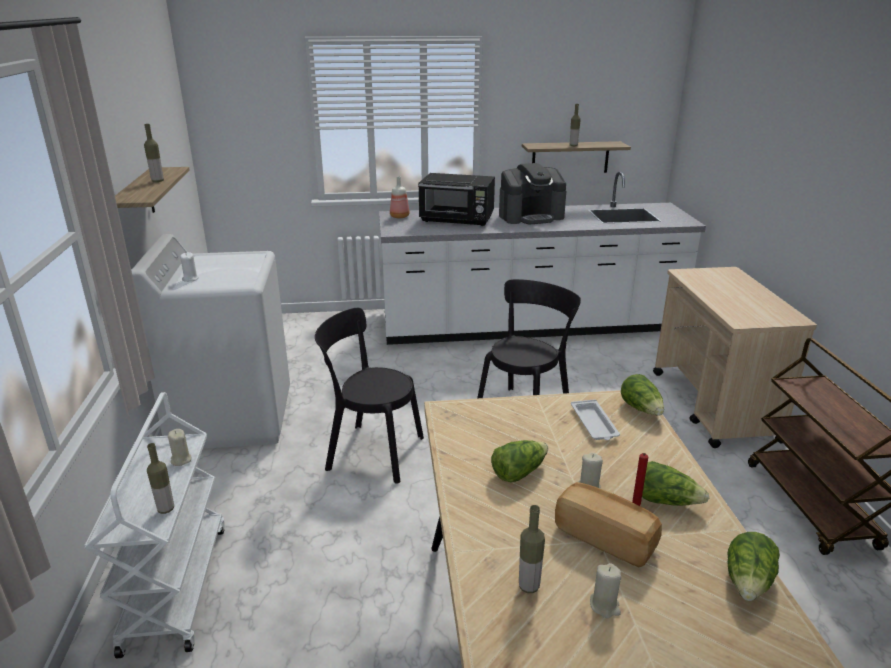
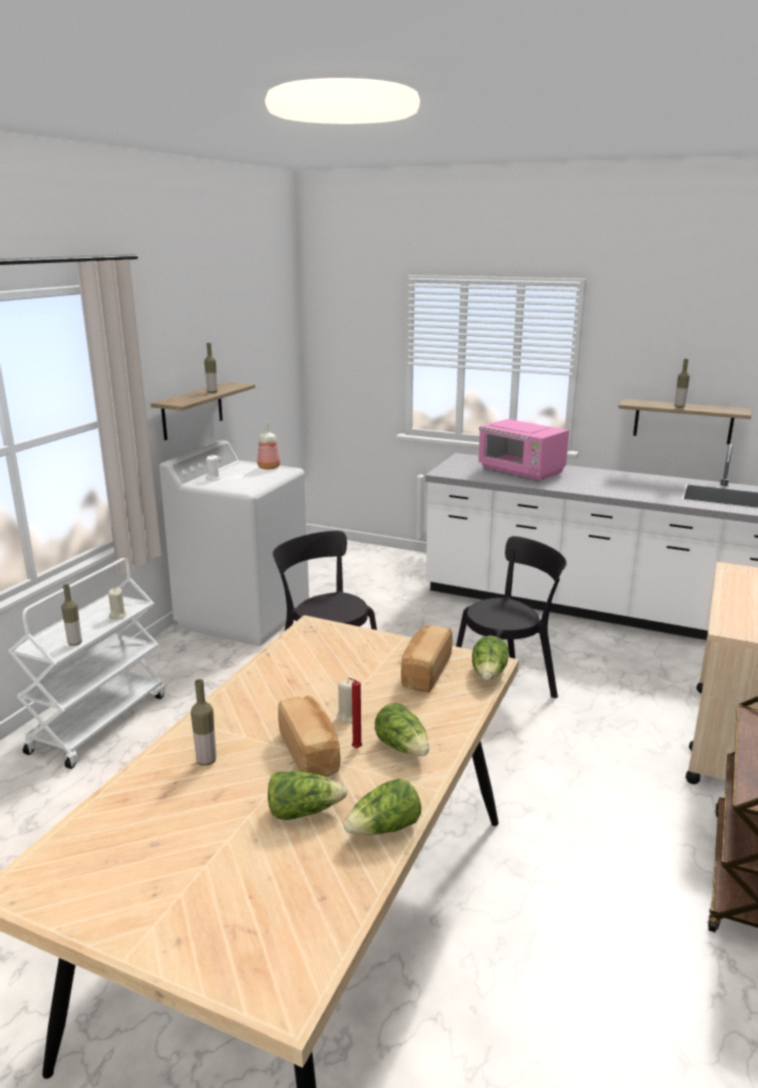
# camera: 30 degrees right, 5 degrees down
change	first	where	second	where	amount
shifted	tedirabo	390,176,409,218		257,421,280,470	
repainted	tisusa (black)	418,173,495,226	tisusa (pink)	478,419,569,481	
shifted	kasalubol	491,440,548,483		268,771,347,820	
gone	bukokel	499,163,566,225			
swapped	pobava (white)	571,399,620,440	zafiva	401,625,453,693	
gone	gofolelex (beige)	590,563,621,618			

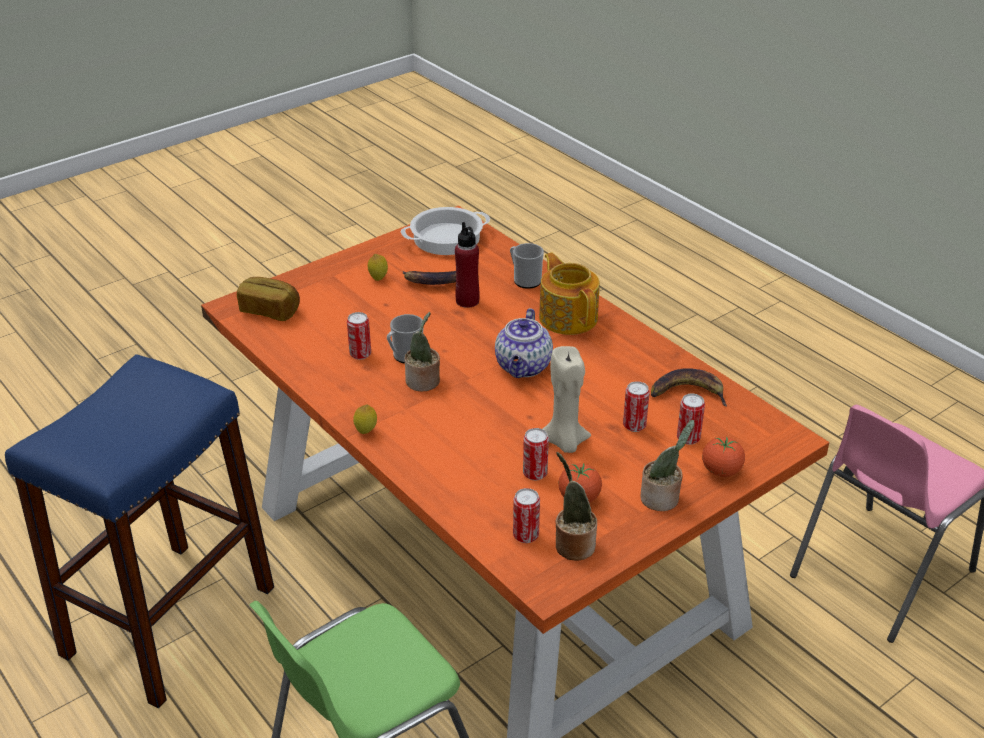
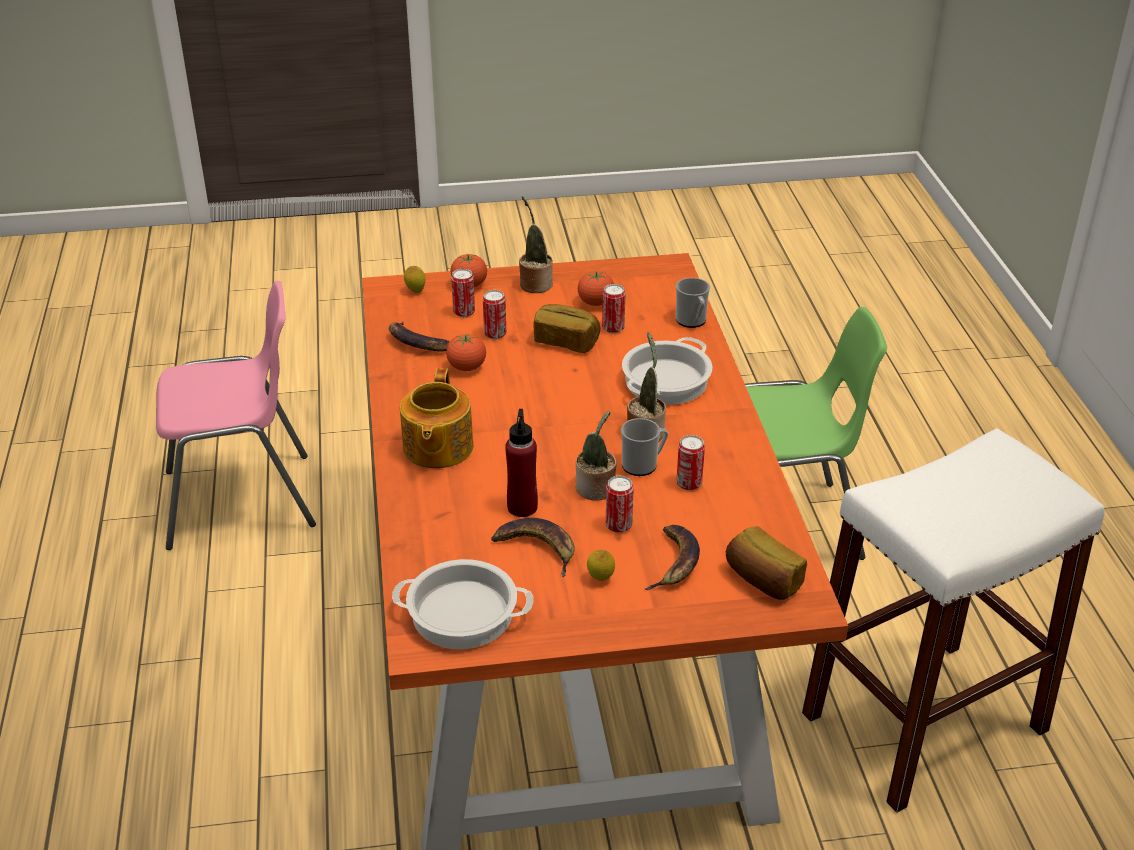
# camera: 150 degrees left, 0 degrees up
change	first	where	second	where	amount
repainted	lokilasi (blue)	5,354,274,709	lokilasi (white)	802,428,1105,813	
shifted	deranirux	353,404,377,434		404,266,426,293	
gone	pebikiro	495,308,553,378			
shifted	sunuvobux	510,243,544,289		676,278,710,328	
shifted	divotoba	513,488,540,543		606,476,634,533	
swapped	gofolelex (beige)	543,346,591,453	zafiva	533,304,600,353	
shifted	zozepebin	556,452,597,561		576,411,617,500	
new			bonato	446,334,486,371	
new			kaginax	622,337,712,405	
new			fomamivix	645,525,700,590	

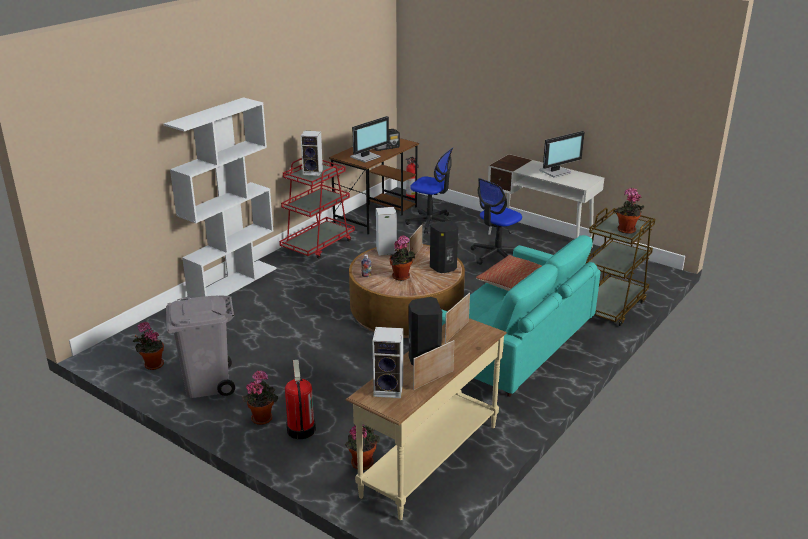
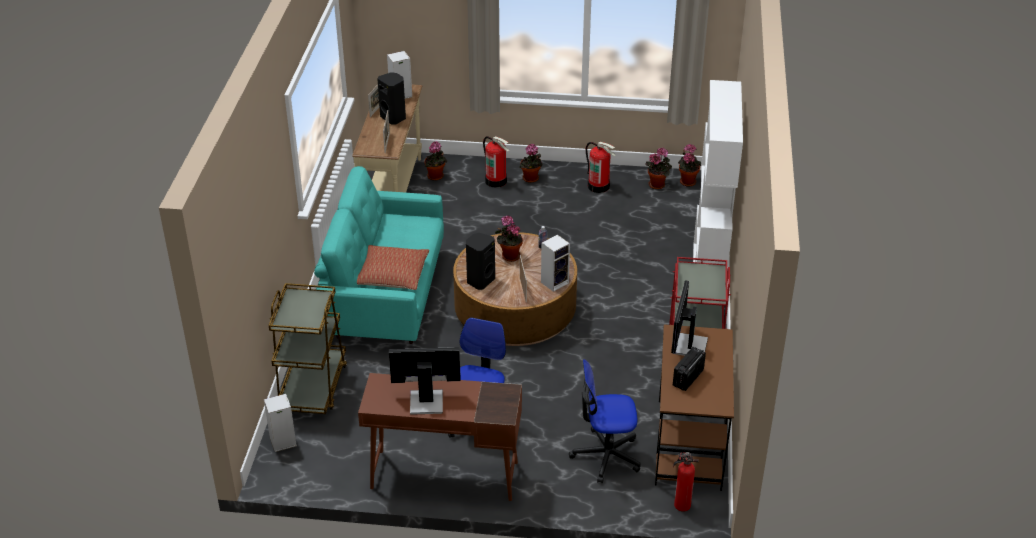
# camera: 150 degrees right, 10 degrees up
change	first	where	second	where	amount
swapped	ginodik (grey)	166,295,235,398	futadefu	586,142,616,193	
shifted	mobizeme	301,130,323,176		264,394,297,452	
repainted	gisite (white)	488,154,604,248	gisite (brown)	358,373,522,501	
rotated	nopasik	539,131,585,178		389,347,461,415	60 degrees clockwise
shifted	zozepebin	614,188,644,234		678,144,701,187	

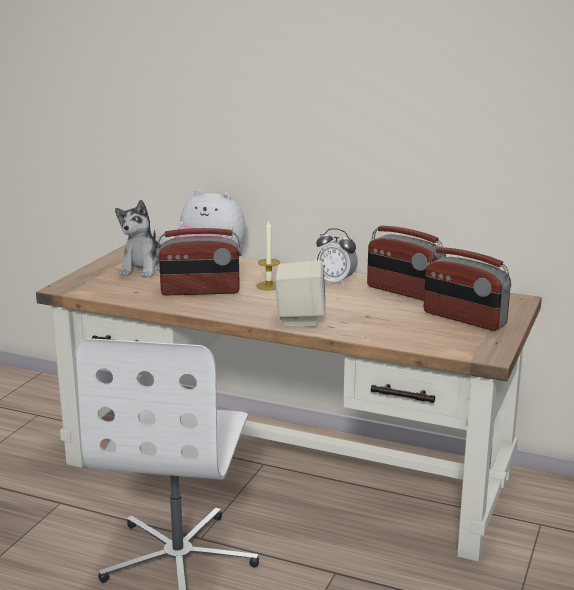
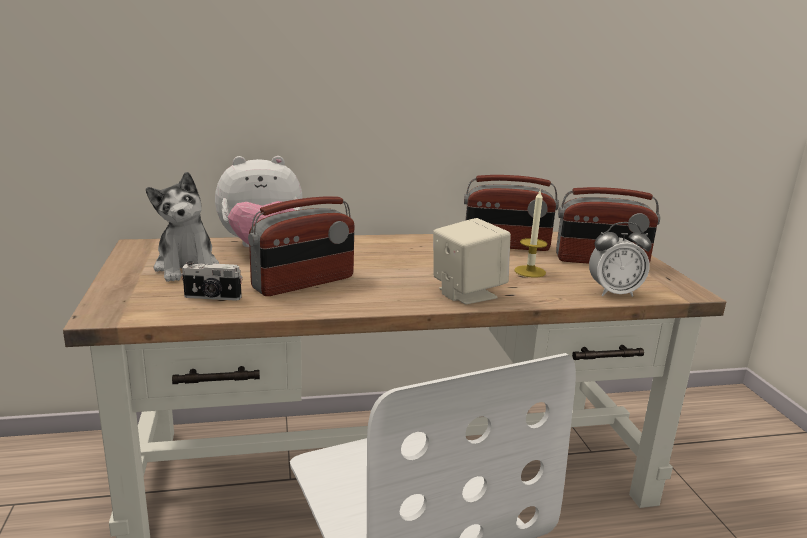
# camera: 35 degrees left, 0 degrees up
change	first	where	second	where	amount
shifted	gofolelex	256,220,280,291		514,191,547,278	
shifted	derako	315,228,358,286		589,222,652,297	
new			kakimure	181,261,242,301	

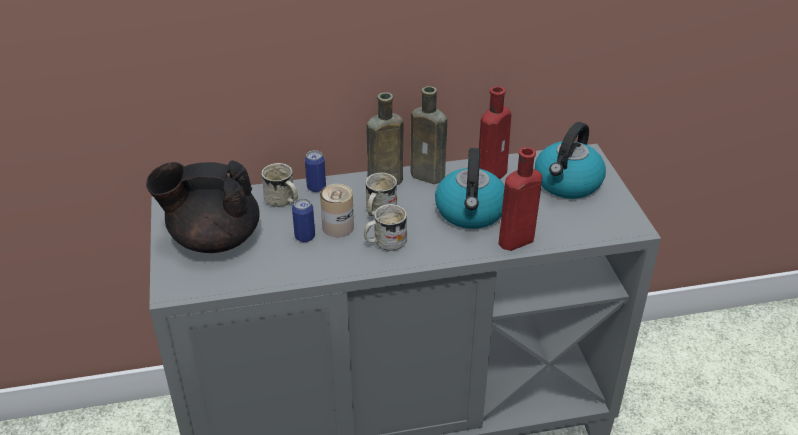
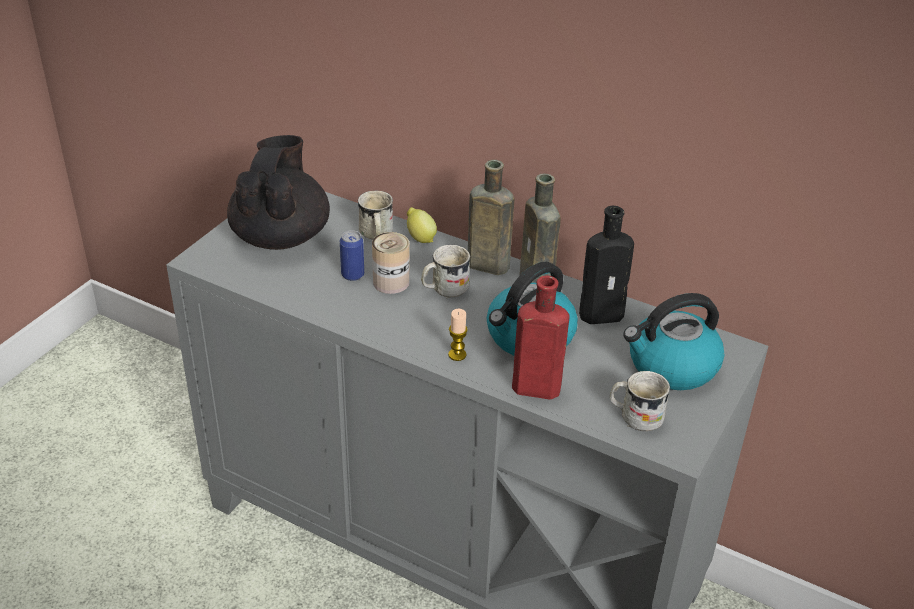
# camera: 40 degrees right, 0 degrees up
change	first	where	second	where	amount
rotated	pebikiro (black)	146,160,260,253		227,135,330,250	60 degrees clockwise
swapped	divotoba	305,150,326,192	deranirux	407,207,437,243	
shifted	sunuvobux (white)	364,204,407,252		610,371,670,431	
repainted	tedirabo (red)	479,86,511,179	tedirabo (black)	579,206,634,324	
new			gofolelex	448,308,468,361	

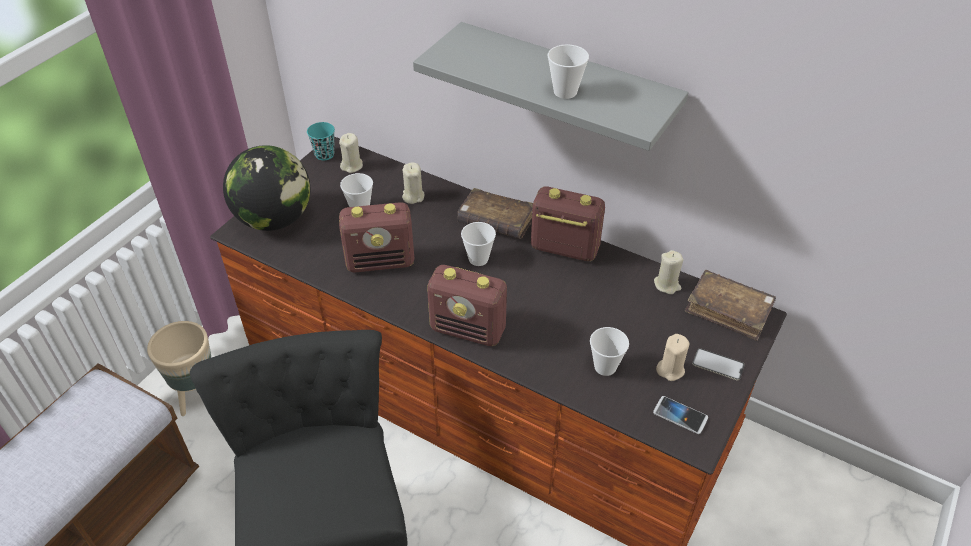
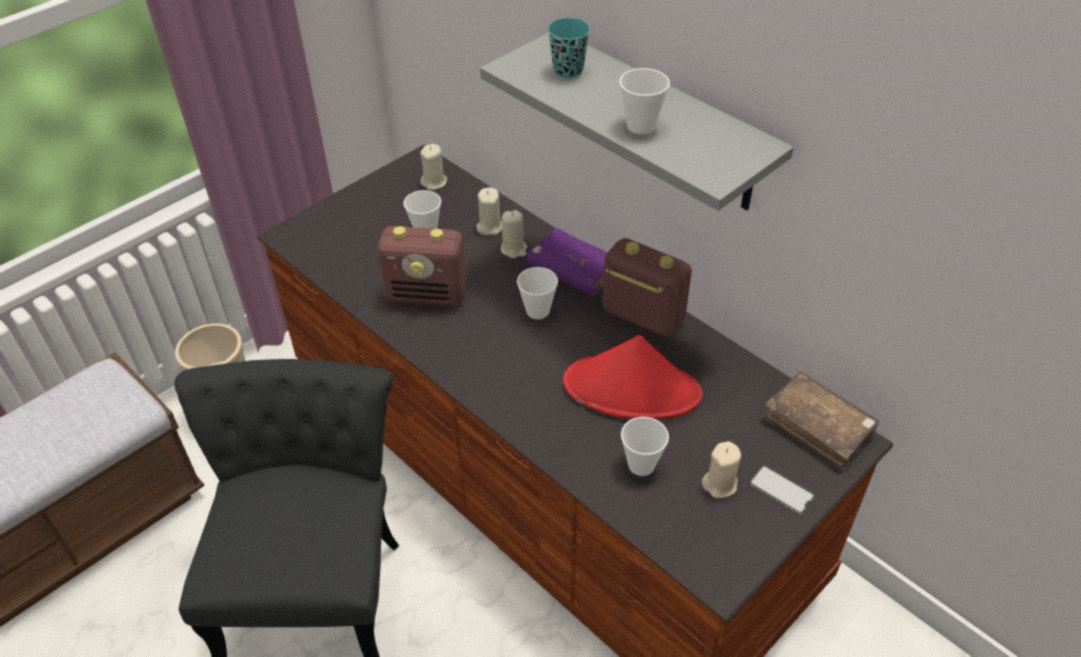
# camera: 15 degrees right, 0 degrees up
change	first	where	second	where	amount
gone	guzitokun	223,145,310,231			
shifted	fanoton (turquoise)	307,122,335,160		548,18,590,78	
gone	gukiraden	427,265,507,346			
repainted	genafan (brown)	457,188,533,239	genafan (purple)	527,228,607,296	
gone	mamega	653,396,708,434			
shifted	gofolelex (beige)	654,250,684,294		501,210,527,259	
new			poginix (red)	563,335,703,420	

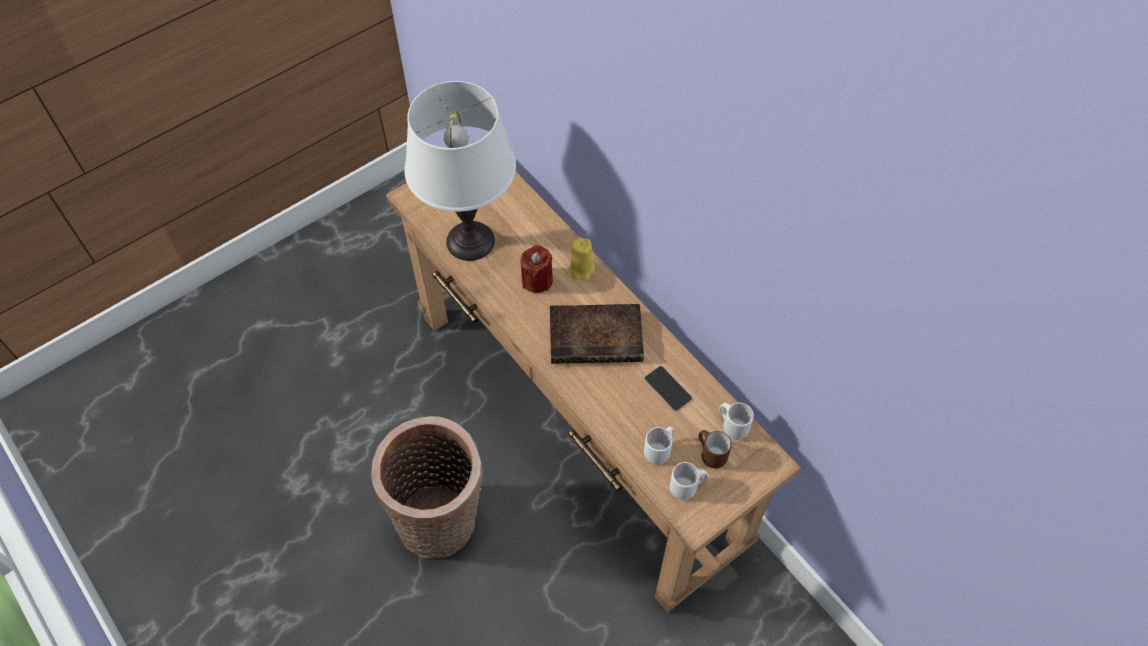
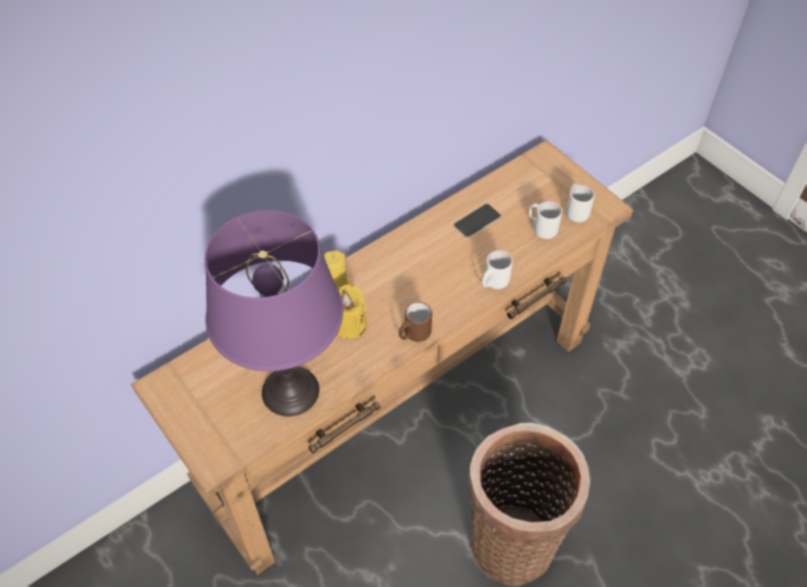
# camera: 90 degrees left, 5 degrees down
change	first	where	second	where	amount
repainted	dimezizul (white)	404,81,516,261	dimezizul (purple)	205,210,343,416	
repainted	gofolelex (red)	520,245,553,293	gofolelex (yellow)	337,284,367,339	
gone	genafan	550,304,644,364			
shifted	sunuvobux (brown)	699,430,732,468		399,302,432,342	
shifted	sunuvobux (white)	719,403,754,440		482,250,513,289	

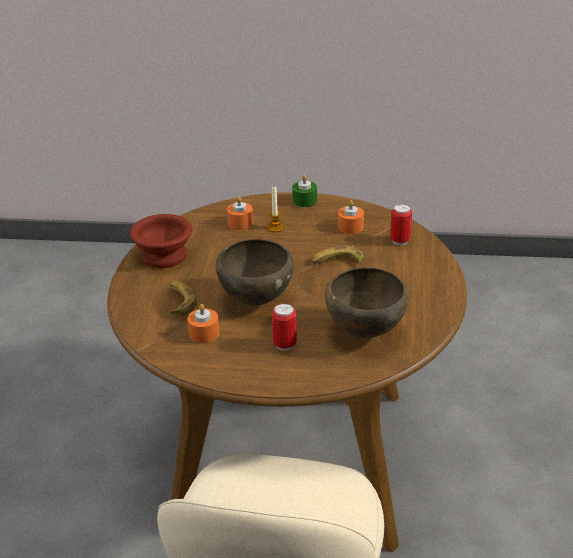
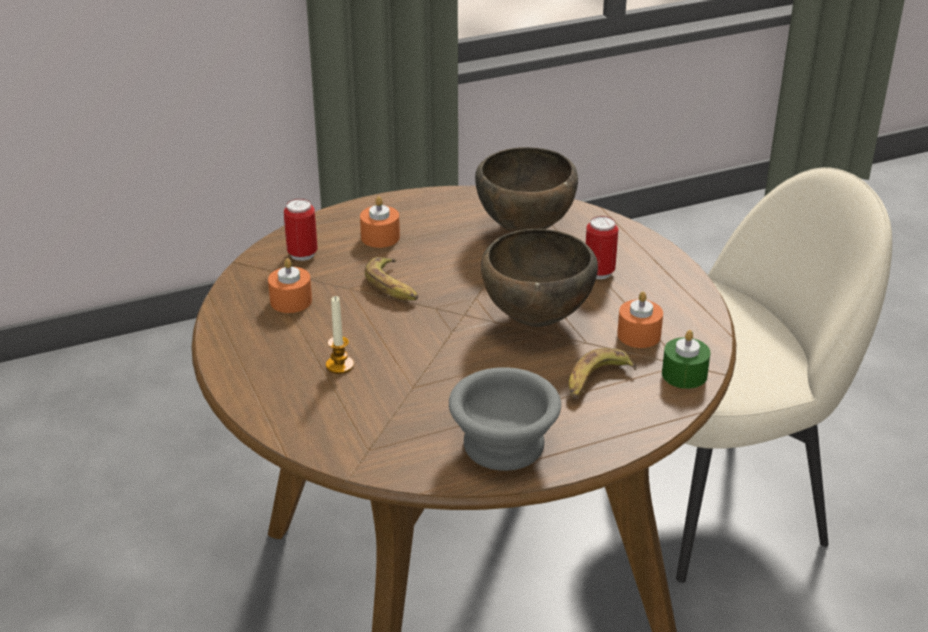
# camera: 120 degrees left, 0 degrees up
change	first	where	second	where	amount
repainted	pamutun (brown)	130,214,192,268	pamutun (grey)	449,367,561,471	
shifted	gofolelex (orange)	227,196,253,230		360,196,400,248	
shifted	gofolelex (green)	292,175,317,207		662,330,710,389	

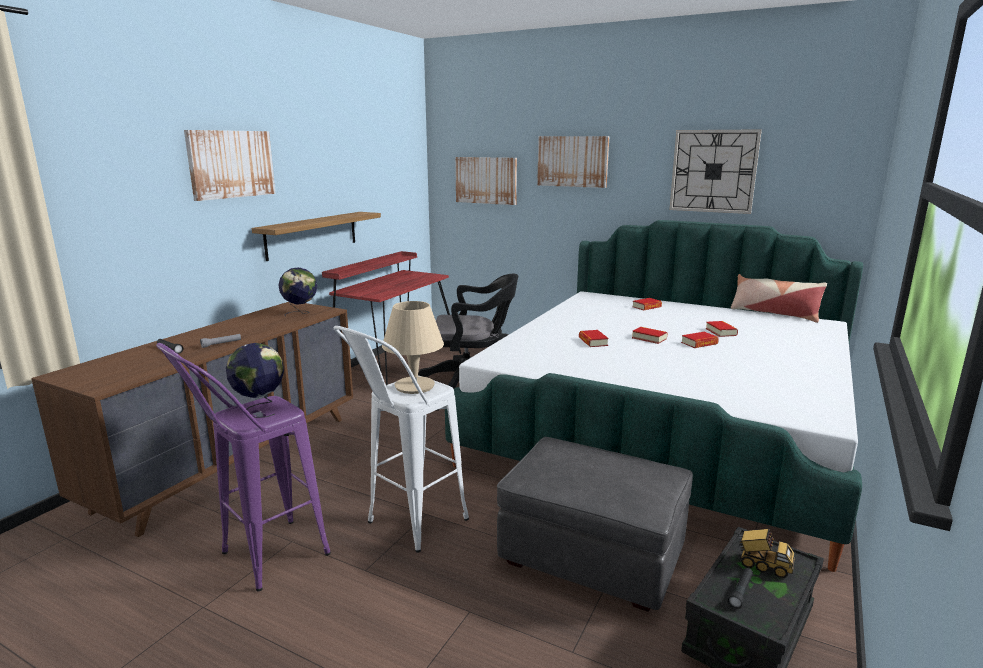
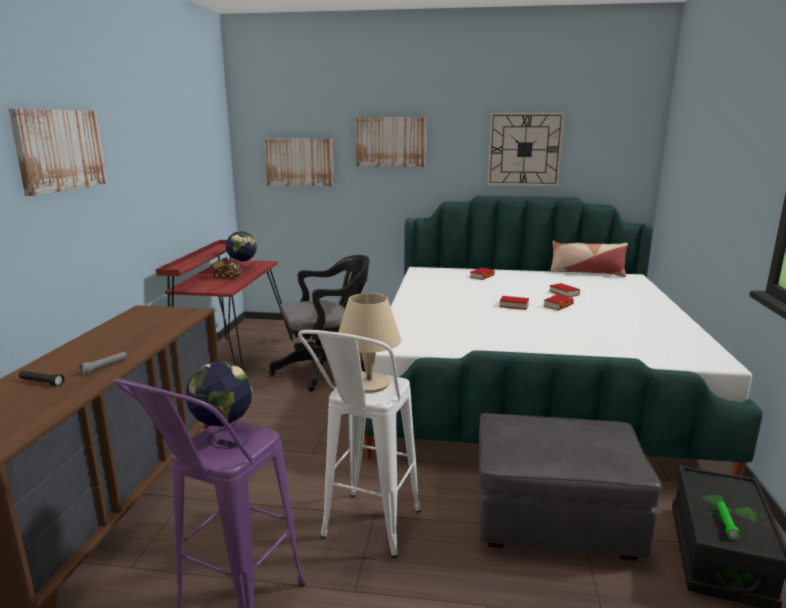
# camera: 20 degrees left, 0 degrees up
change	first	where	second	where	amount
gone	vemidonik	252,212,381,261			
shifted	guzitokun	278,267,317,316		226,231,257,269	
gone	genafan	579,330,609,347			
repainted	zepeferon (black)	728,568,753,609	zepeferon (green)	716,501,741,540	
shifted	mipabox	737,529,795,578		211,257,241,279	

